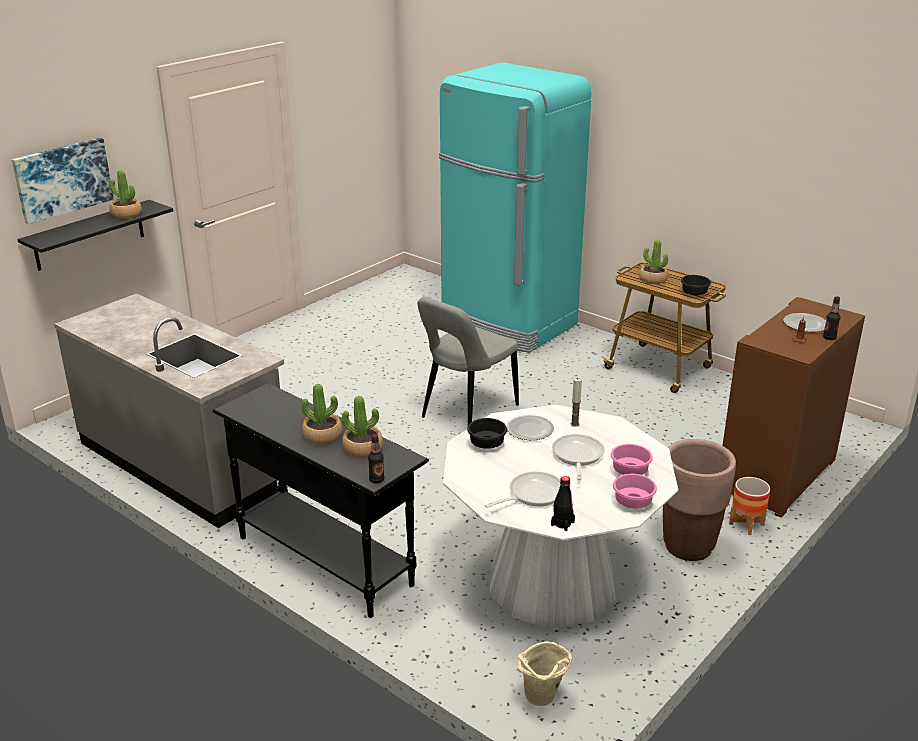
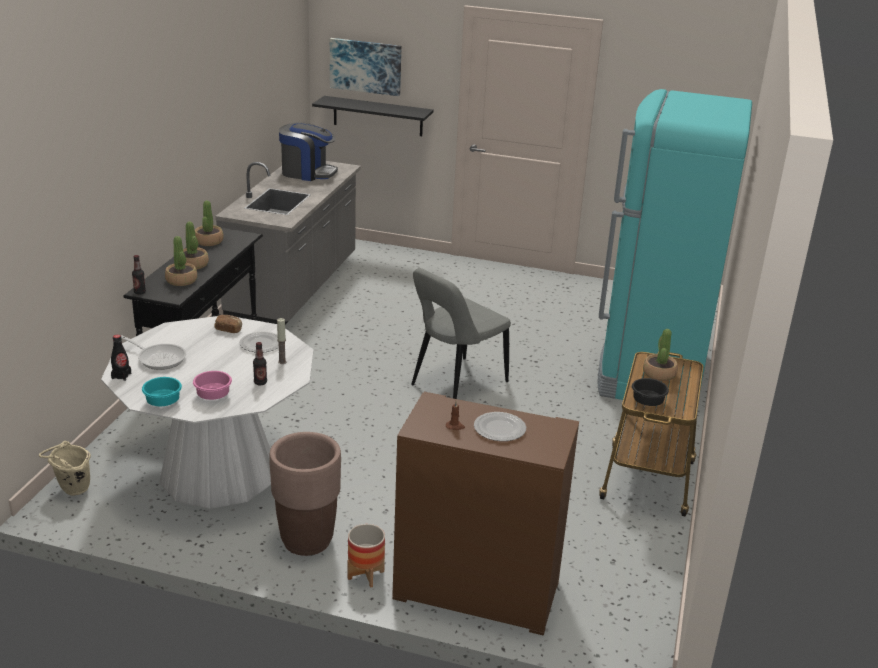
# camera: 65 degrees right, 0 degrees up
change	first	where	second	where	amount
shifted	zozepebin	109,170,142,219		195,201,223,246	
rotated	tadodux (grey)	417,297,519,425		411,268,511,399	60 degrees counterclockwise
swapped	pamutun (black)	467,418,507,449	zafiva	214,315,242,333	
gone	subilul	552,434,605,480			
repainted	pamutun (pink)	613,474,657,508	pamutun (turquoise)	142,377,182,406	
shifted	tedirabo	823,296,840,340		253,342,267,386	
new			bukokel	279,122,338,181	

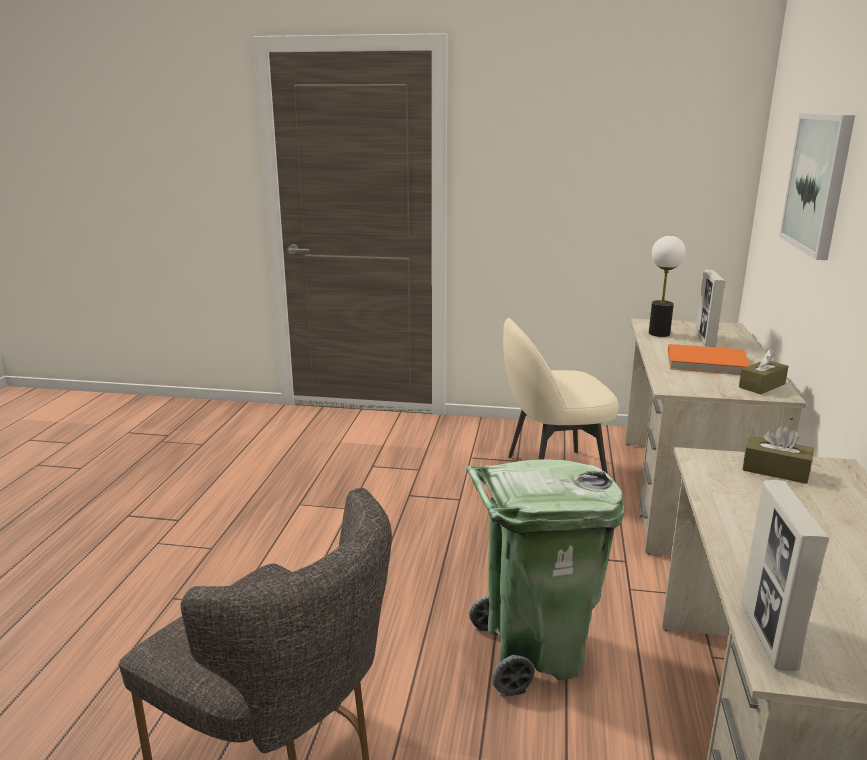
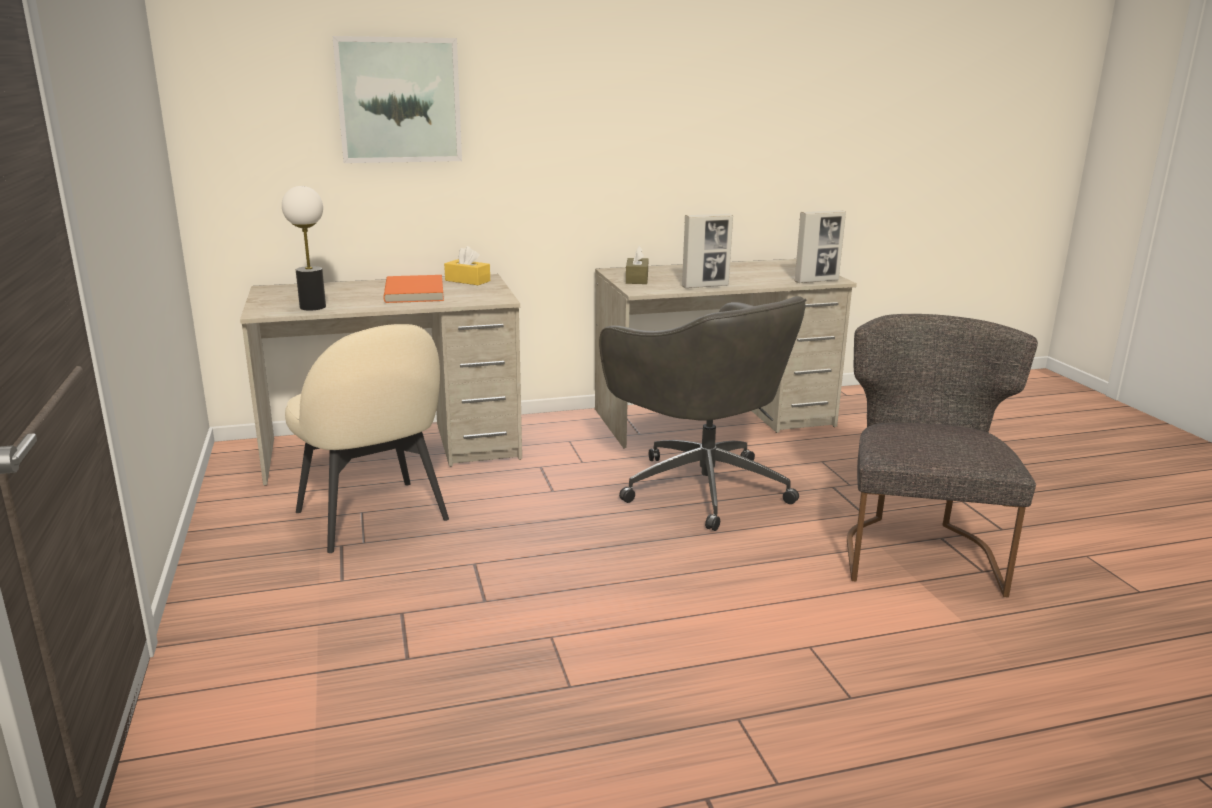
# camera: 115 degrees left, 0 degrees up
change	first	where	second	where	amount
swapped	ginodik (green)	467,459,624,697	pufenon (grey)	599,296,806,531	
shifted	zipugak	695,270,726,347		682,214,733,288	
repainted	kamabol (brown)	739,349,789,394	kamabol (yellow)	444,246,490,285	

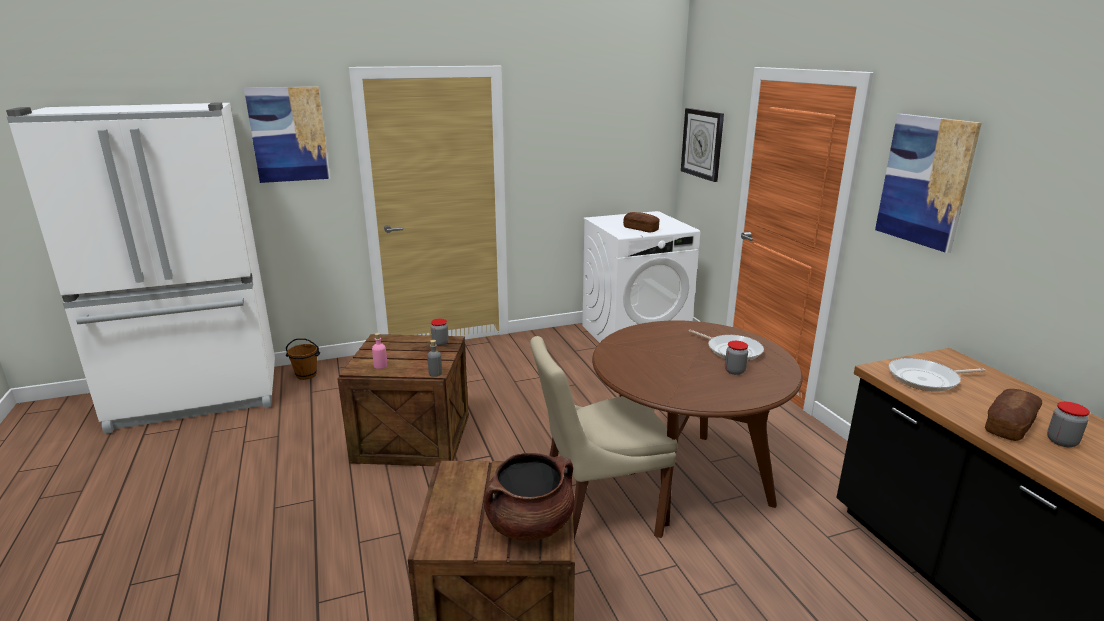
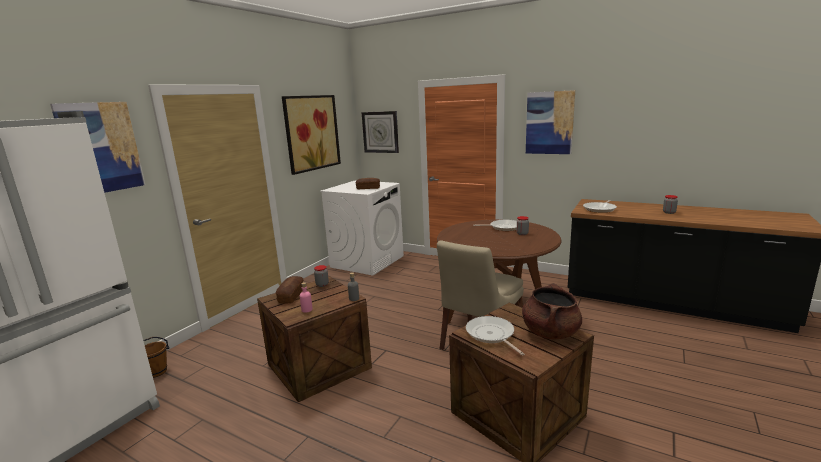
# camera: 40 degrees left, 5 degrees down
change	first	where	second	where	amount
shifted	zafiva	985,389,1042,441		276,276,303,304	
new			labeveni	282,95,341,175	
new			subilul	466,316,524,355	

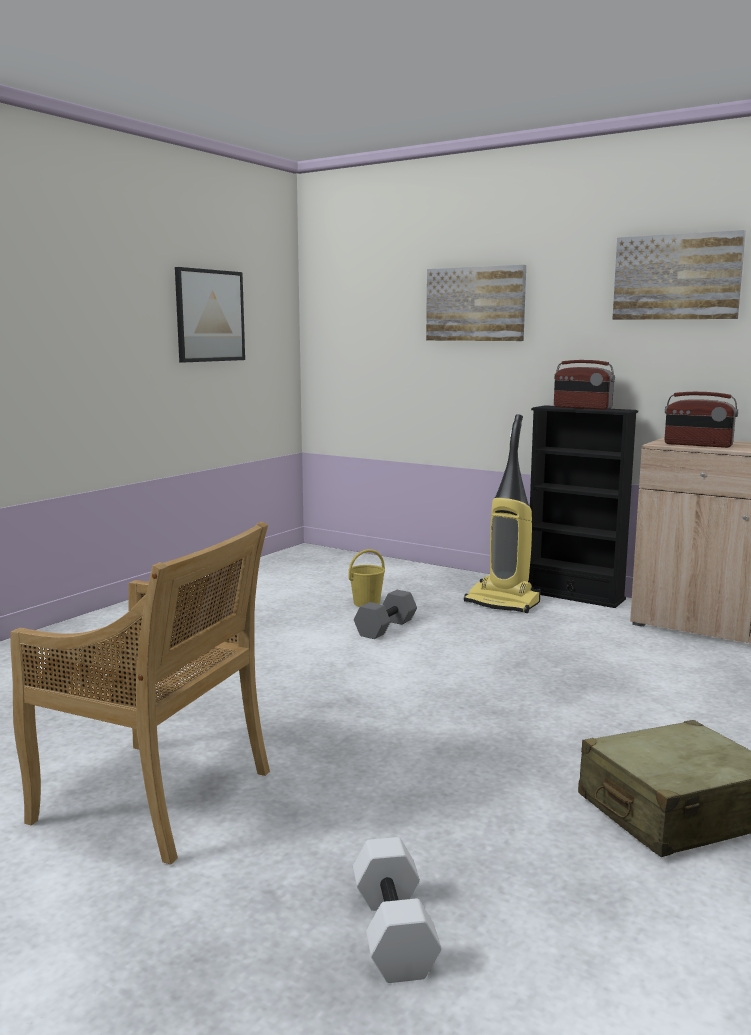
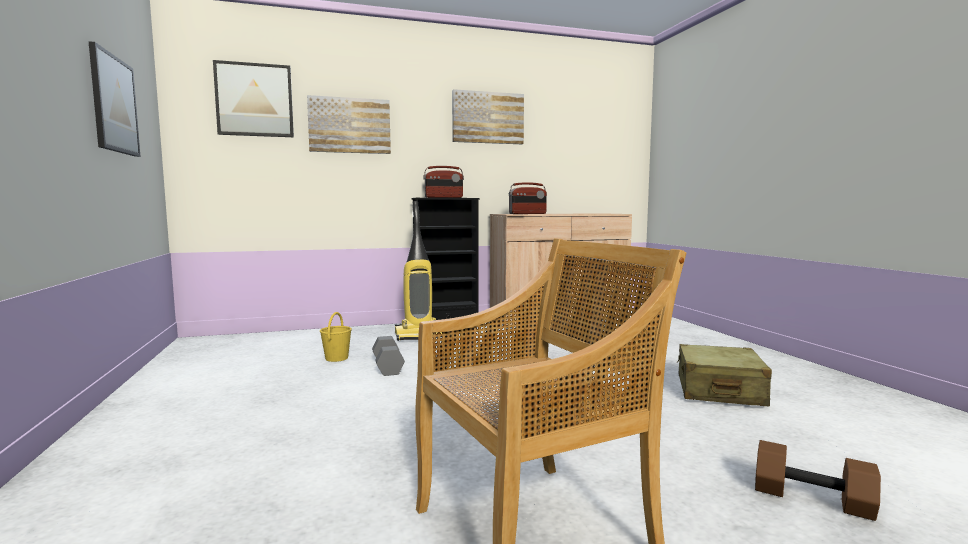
# camera: 50 degrees left, 5 degrees down
change	first	where	second	where	amount
repainted	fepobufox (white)	353,837,442,983	fepobufox (brown)	755,440,881,521	
new			labeveni	213,60,294,137	

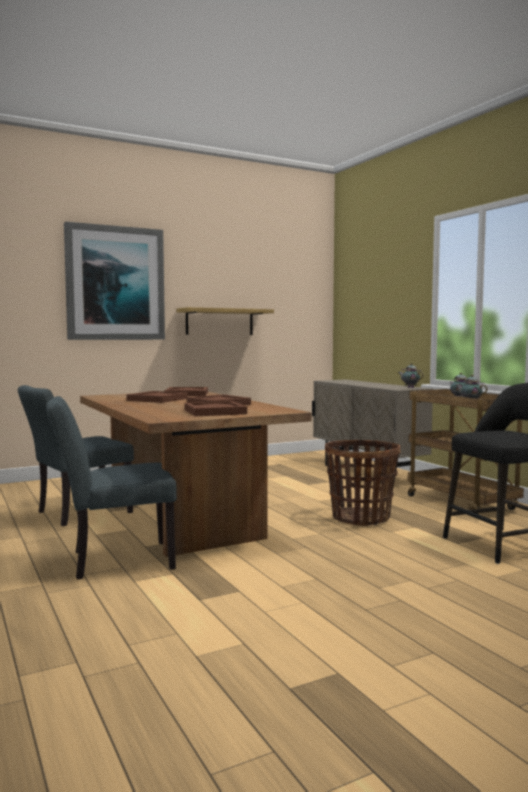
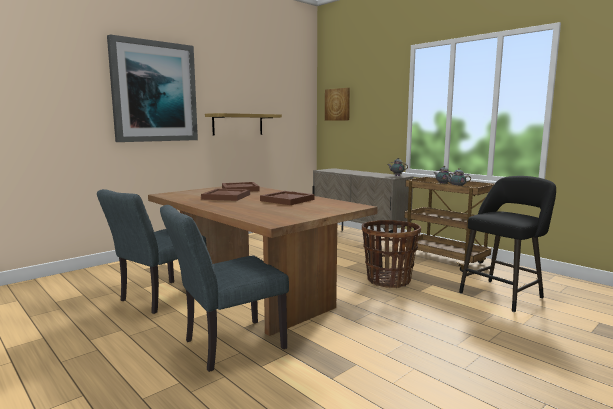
# camera: 15 degrees left, 5 degrees up
change	first	where	second	where	amount
gone	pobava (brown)	184,401,247,416			
new			labeveni	325,88,350,121	

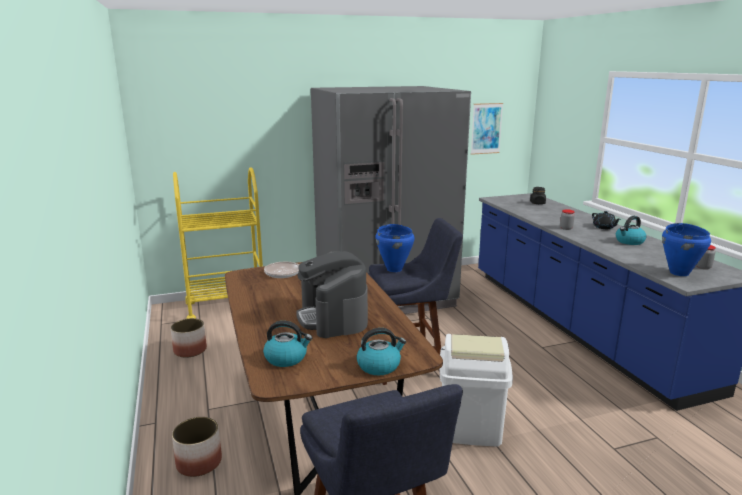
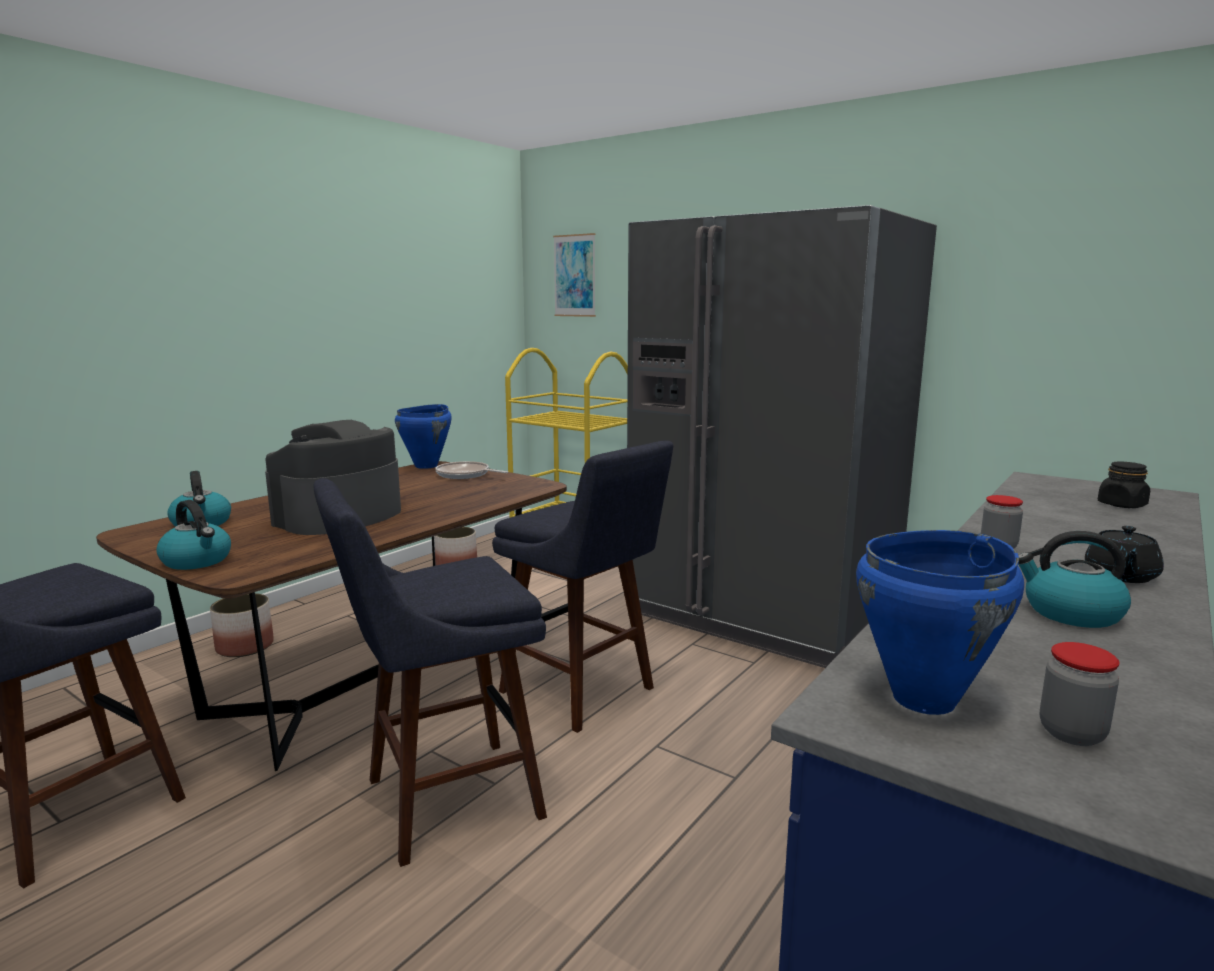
# camera: 55 degrees right, 5 degrees down
change	first	where	second	where	amount
shifted	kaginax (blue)	375,224,414,272		395,404,452,469	
swapped	ginodik (white)	439,334,513,446	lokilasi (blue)	314,478,547,867	
shifted	labeveni	471,103,503,155		553,233,596,317	

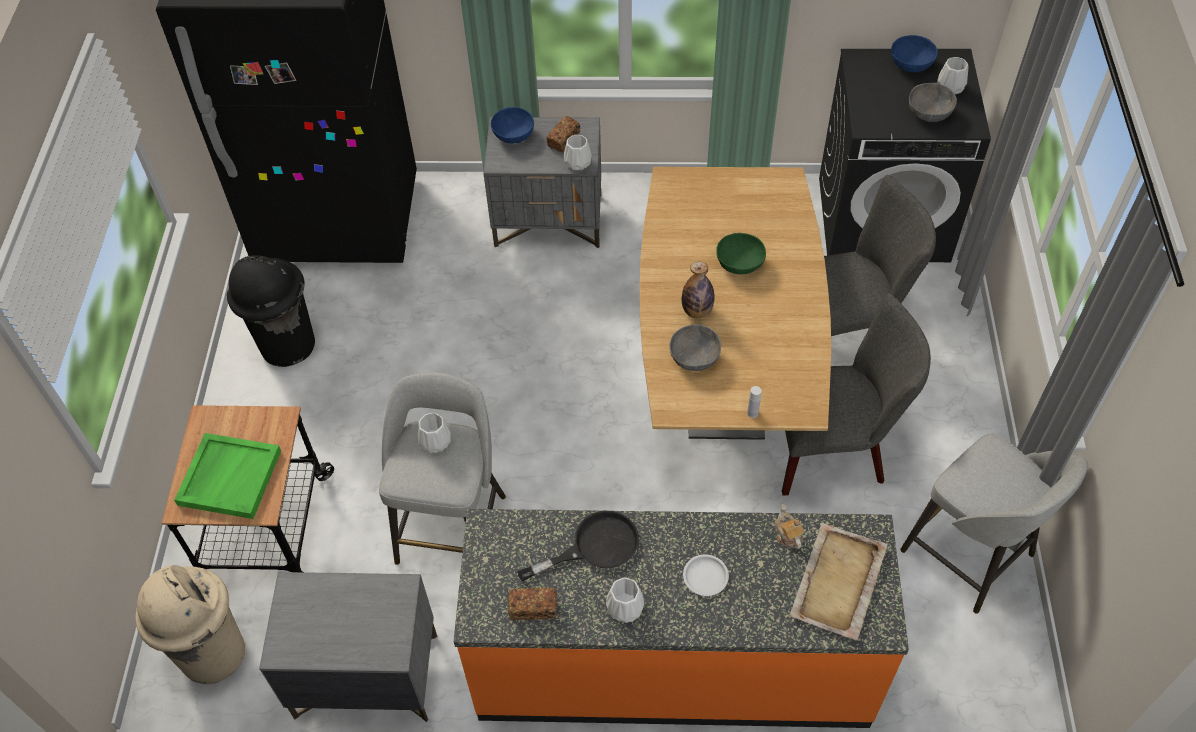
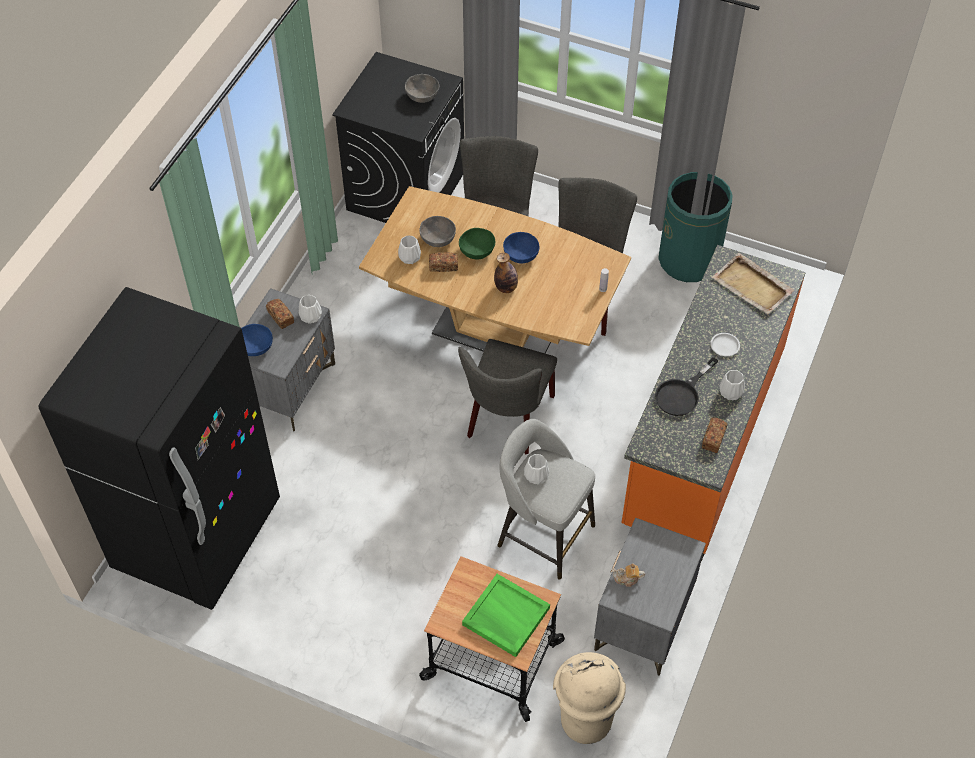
# camera: 70 degrees left, 0 degrees up
change	first	where	second	where	amount
gone	ginodik (black)	227,255,315,367			
rotated	subilul (black)	517,511,639,581		655,357,718,416	135 degrees counterclockwise
shifted	pamutun (grey)	670,324,721,371		419,216,456,247	
shifted	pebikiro	775,504,804,549		611,563,645,587	
shifted	pamutun (blue)	891,35,938,72		503,232,539,264	
swapped	lokilasi (grey)	900,433,1088,614	ginodik (green)	658,172,733,282	
shifted	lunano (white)	937,57,968,94		398,236,421,264	
new			zafiva	429,252,458,272	
new			tadodux (grey)	458,339,557,455	

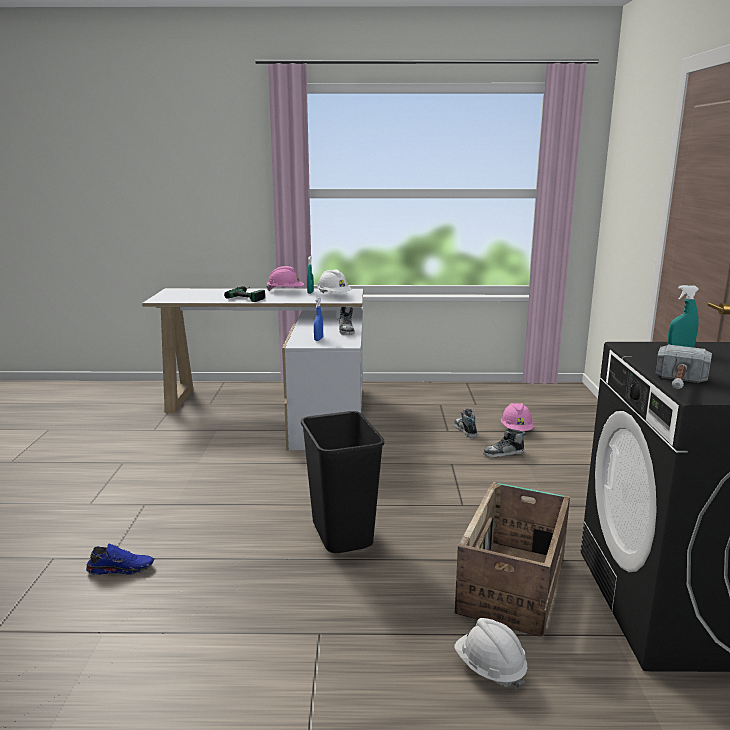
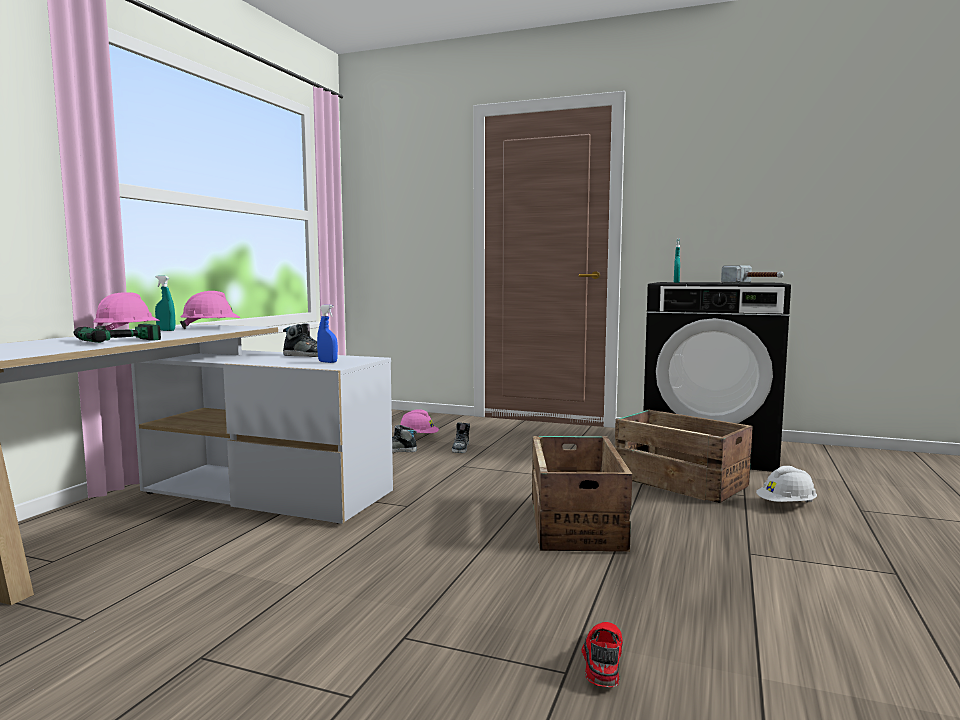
# camera: 70 degrees left, 10 degrees down
change	first	where	second	where	amount
repainted	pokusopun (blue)	86,543,154,575	pokusopun (red)	581,622,623,687	
swapped	ginodik (black)	301,411,385,553	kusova	532,436,632,552	
repainted	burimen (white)	317,269,352,293	burimen (pink)	180,291,240,329	

